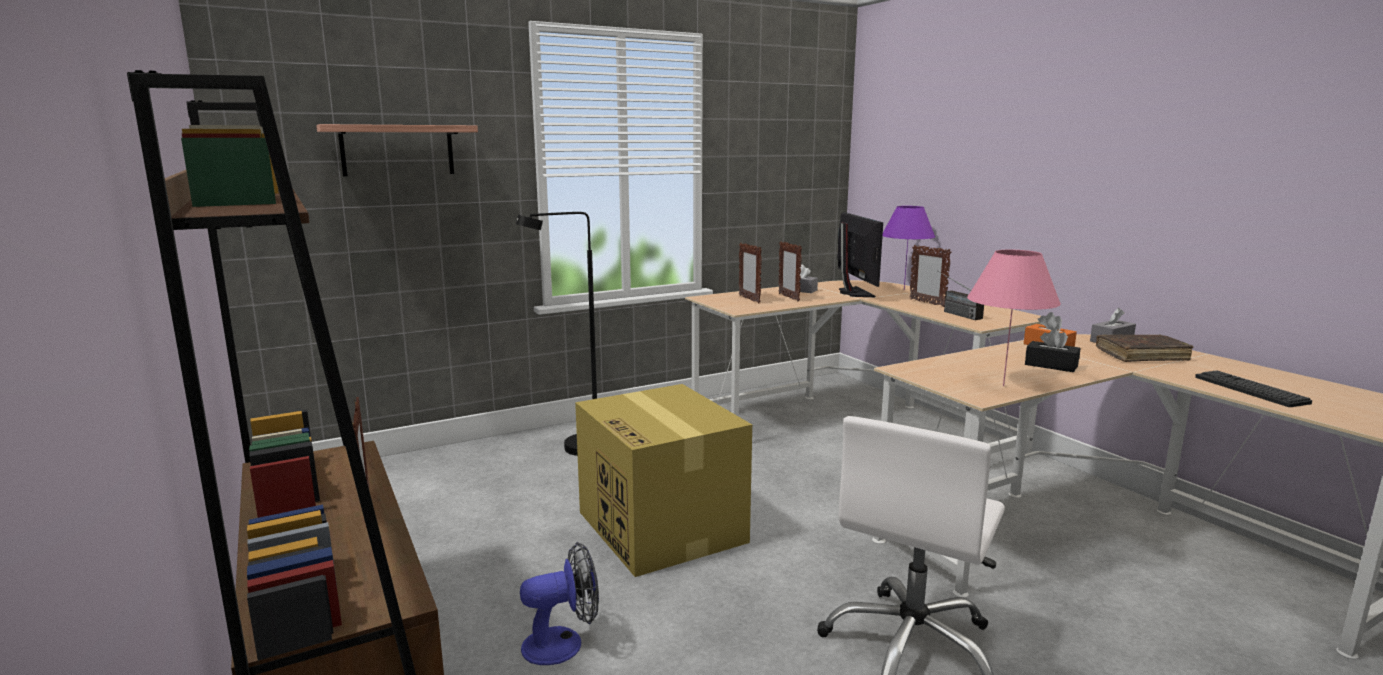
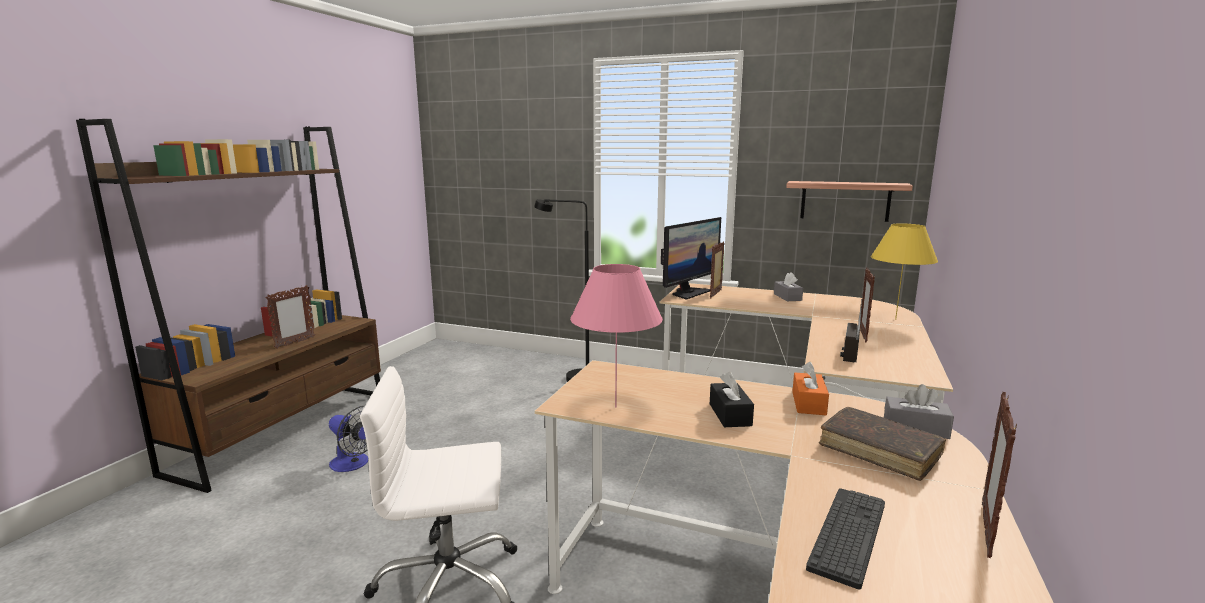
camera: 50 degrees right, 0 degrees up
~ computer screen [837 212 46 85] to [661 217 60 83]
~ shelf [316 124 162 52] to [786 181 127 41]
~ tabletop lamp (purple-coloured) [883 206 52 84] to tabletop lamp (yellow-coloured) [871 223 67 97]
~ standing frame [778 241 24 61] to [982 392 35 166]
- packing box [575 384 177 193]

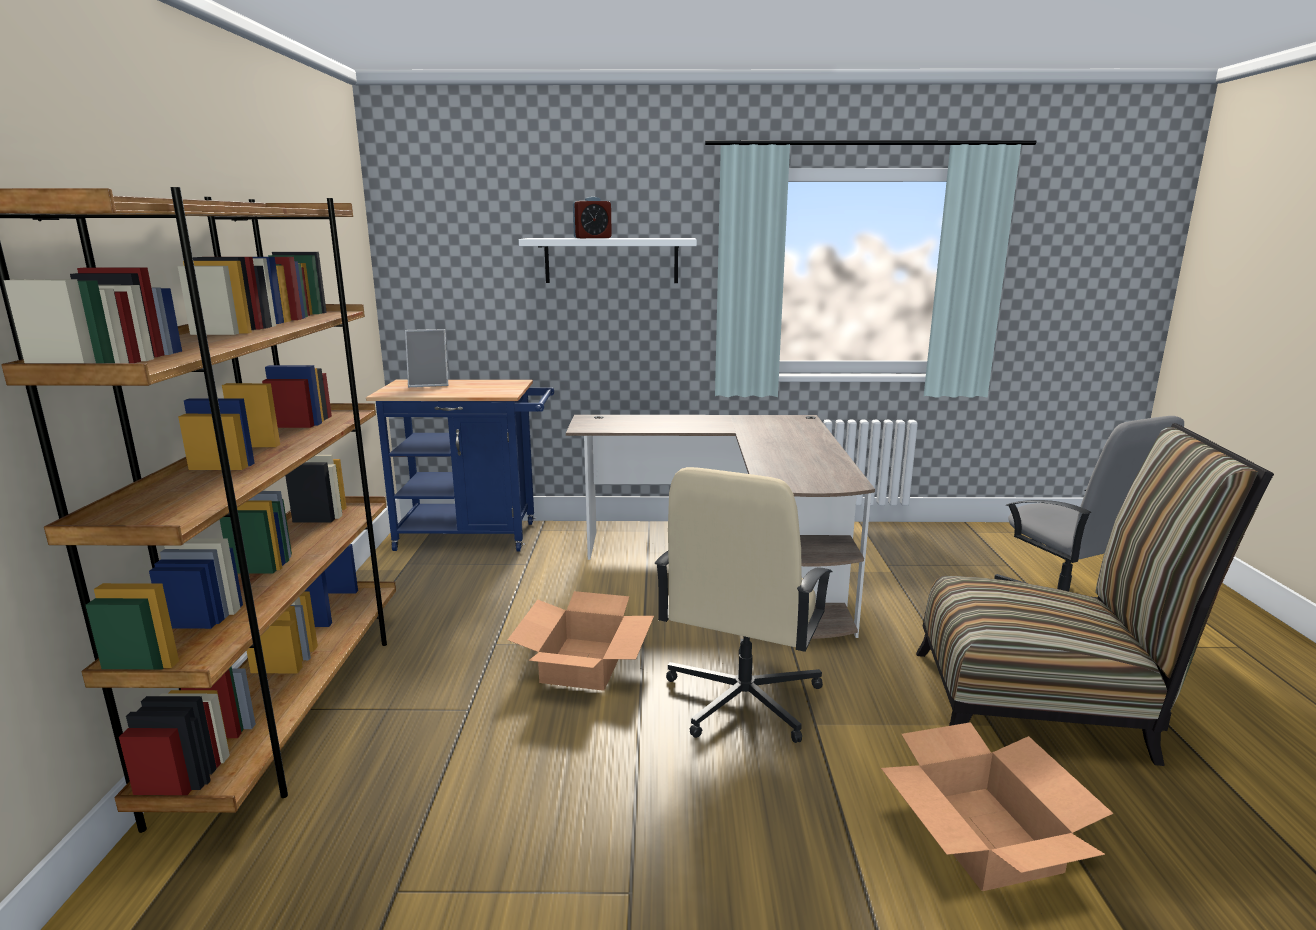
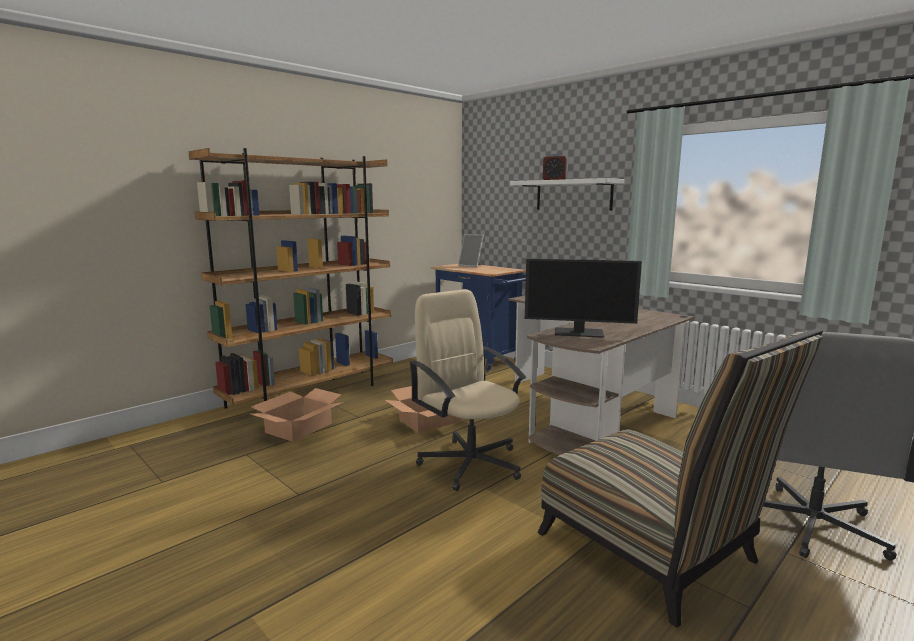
camera: 45 degrees right, 5 degrees down
~ packing box [881 722 232 169] to [251 388 93 54]
~ computer chair (beige) [655 467 178 276] = [409 289 117 202] 75 degrees clockwise
+ computer screen [525 258 117 80]

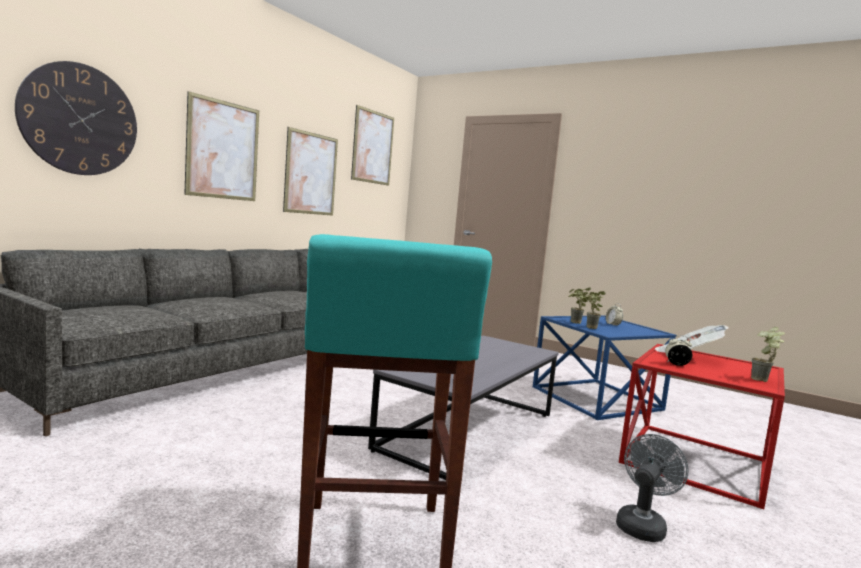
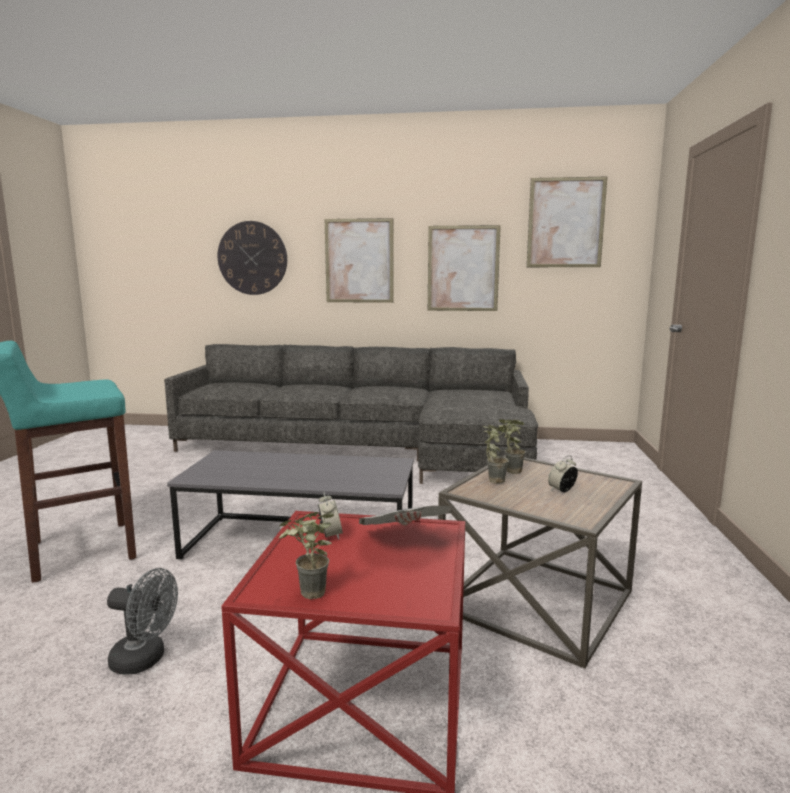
camera: 65 degrees right, 5 degrees up
~ accent table (blue-coloured) [533 315 144 105] to accent table (brown) [438 455 204 213]

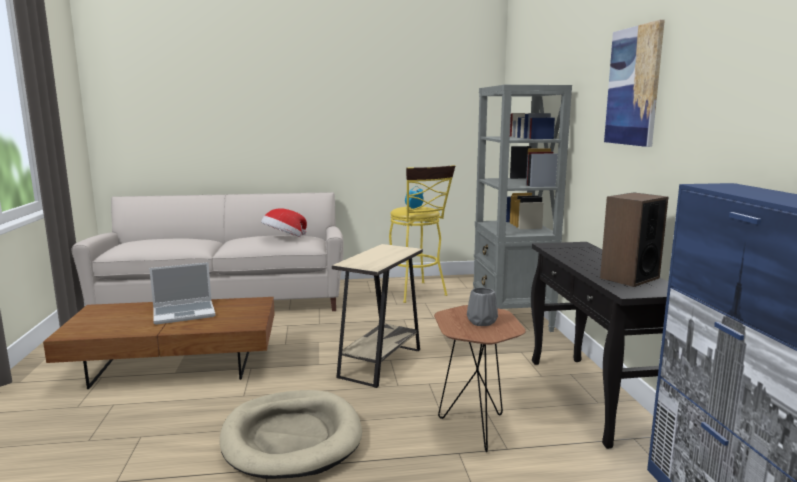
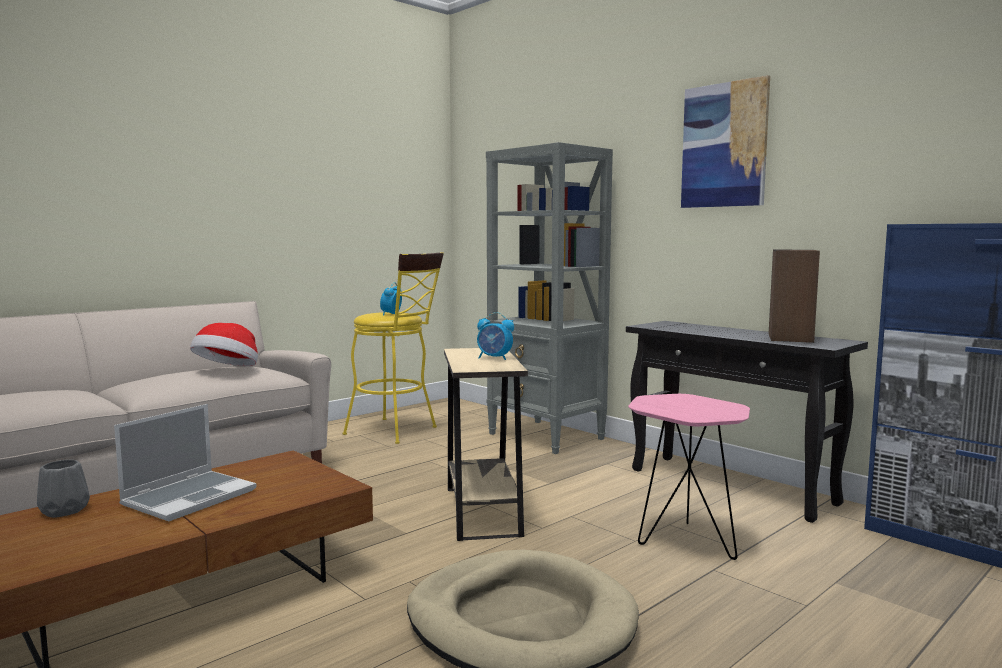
camera: 35 degrees left, 5 degrees down
~ flower vase (grey) [467 287 31 39] to [37 459 53 59]
+ table clock [477 312 37 48]
~ accent table (brown) [434 305 92 147] to accent table (pink-coloured) [628 394 122 166]

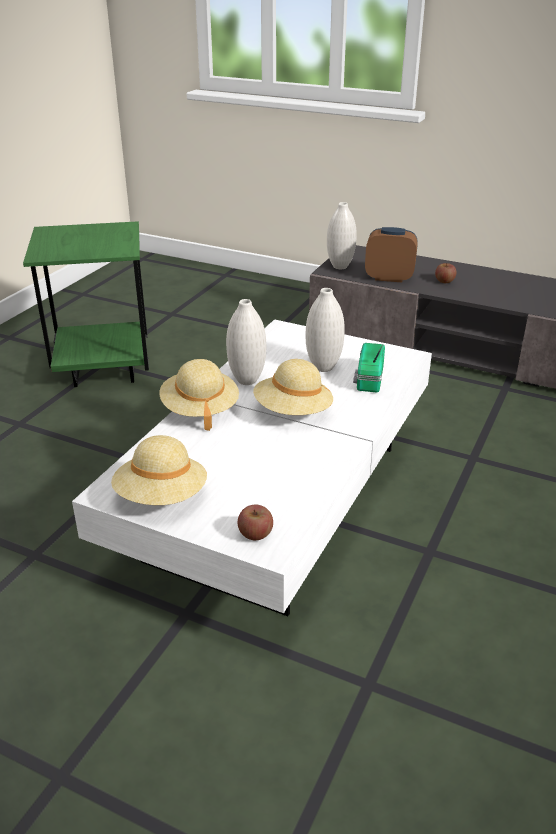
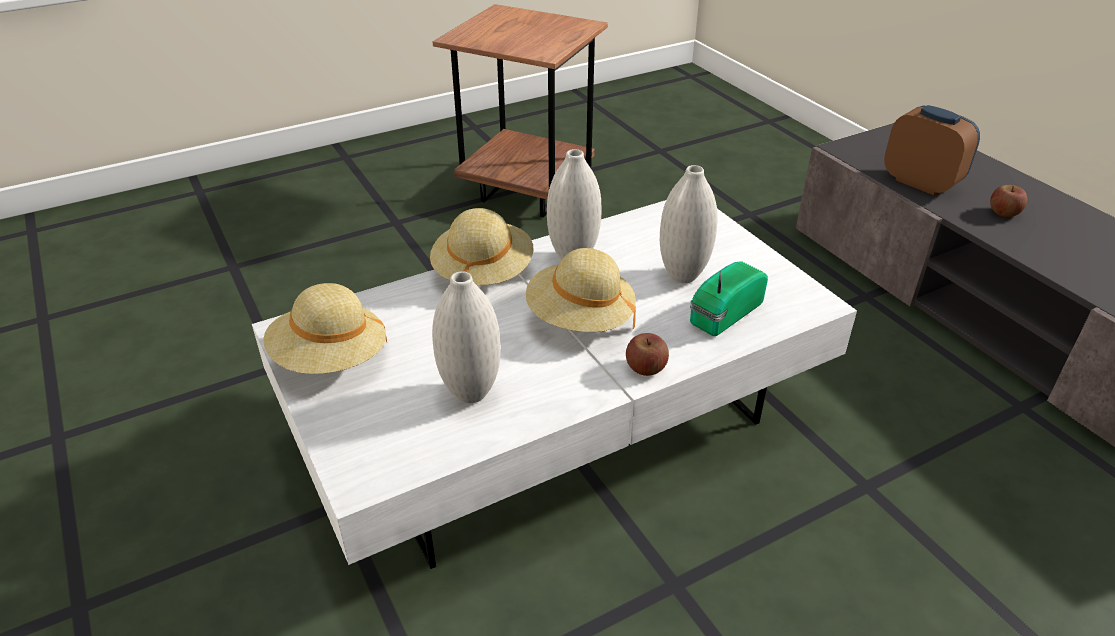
camera: 35 degrees right, 5 degrees up
~ flower vase (whitish) [327 202 30 67] to [432 271 69 132]
~ accent table (green) [23 221 126 166] to accent table (brown) [433 4 175 214]
~ apple fruit [238 505 35 35] to [626 333 43 43]

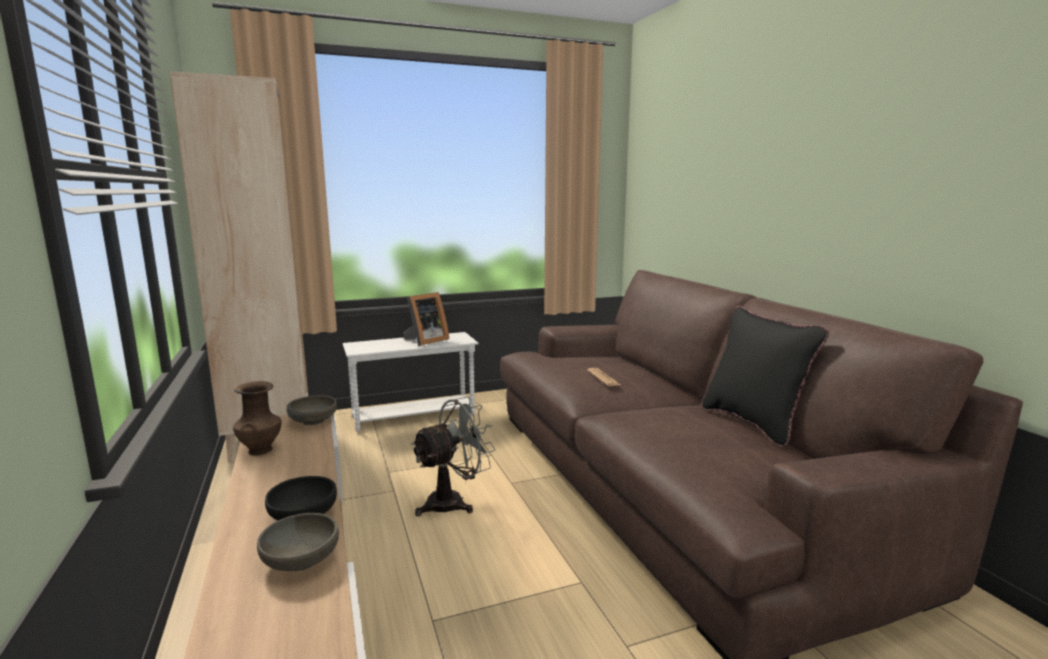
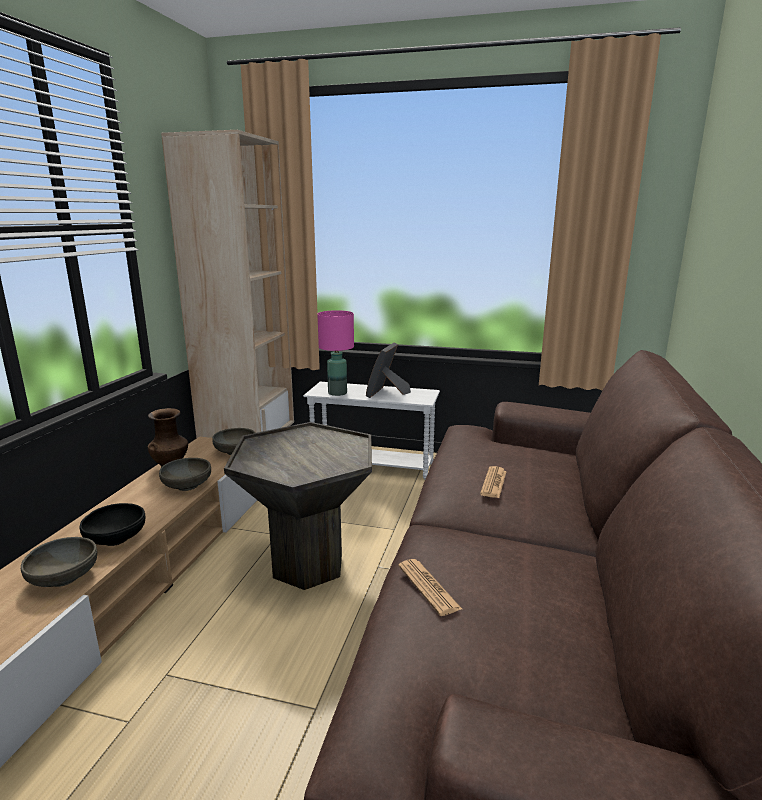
camera: 35 degrees right, 5 degrees up
+ deep dish (grey) [159 458 52 33]
~ fan (grey) [411 396 85 120] to accent table (grey) [224 422 148 168]
+ tabletop lamp (pink-coloured) [317 310 37 86]
~ standing frame [403 292 46 54] = [366 343 45 55] 120 degrees clockwise
+ newspaper [398 559 64 57]
- pillow (black-coloured) [701 306 128 141]

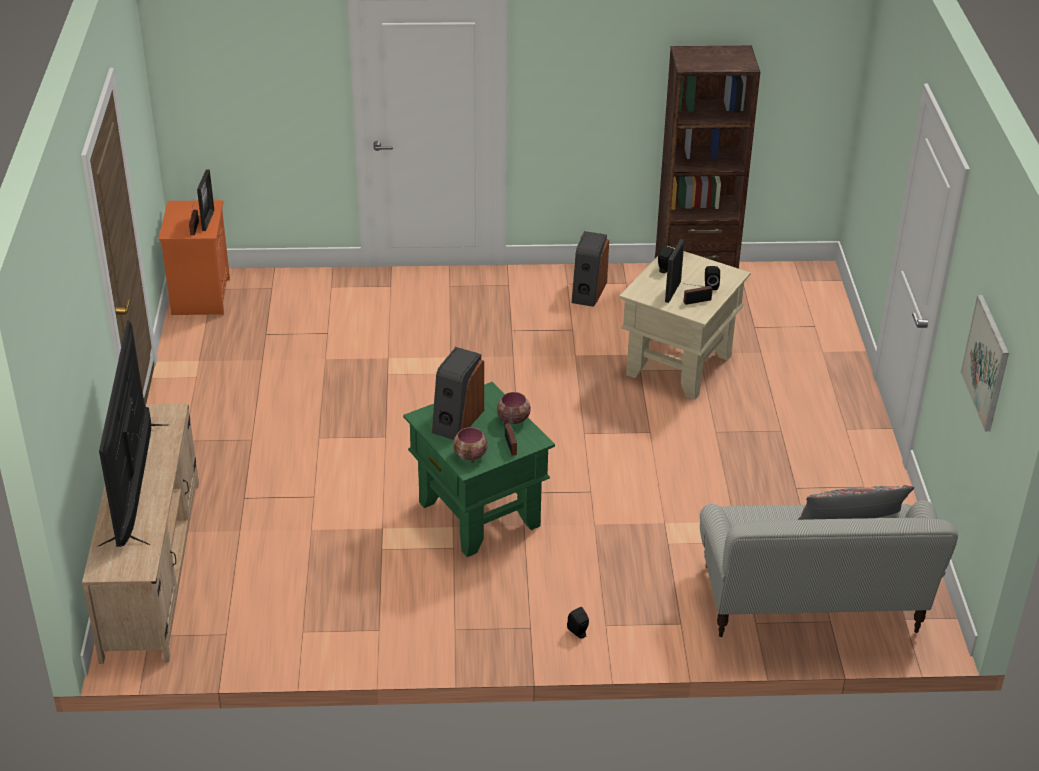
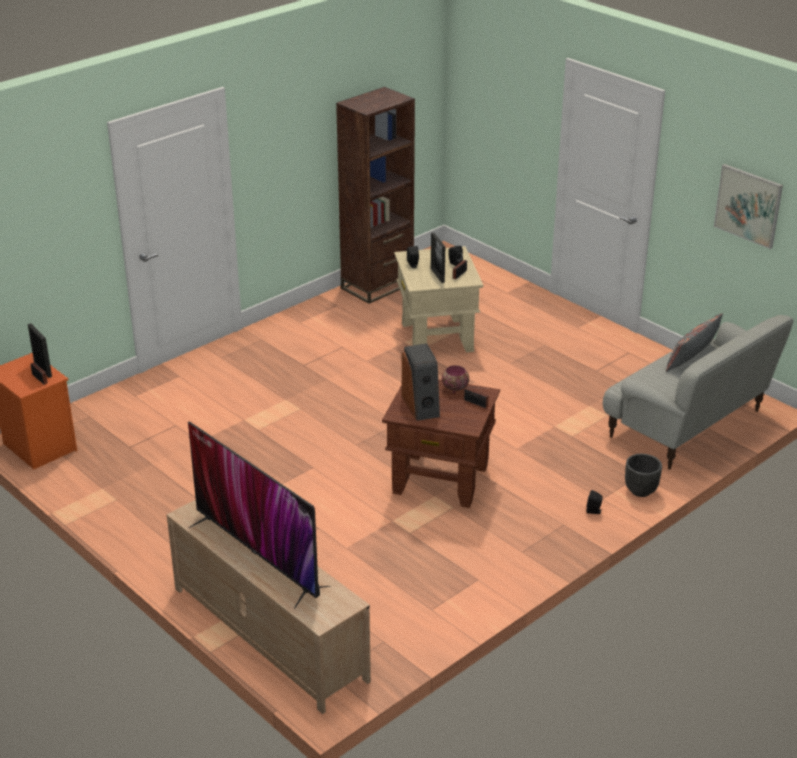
camera: 40 degrees left, 5 degrees down
~ accent table (green) [403 382 152 175] to accent table (brown) [382 379 118 129]
+ flower pot (black-coloured) [625 454 37 43]
- deep dish [453 427 35 36]
- loudspeaker [571 231 38 76]

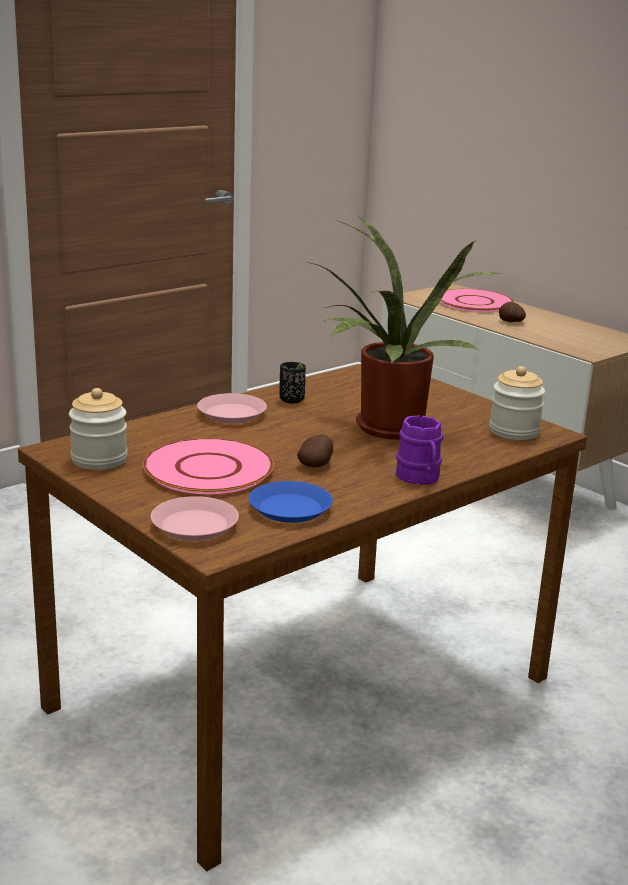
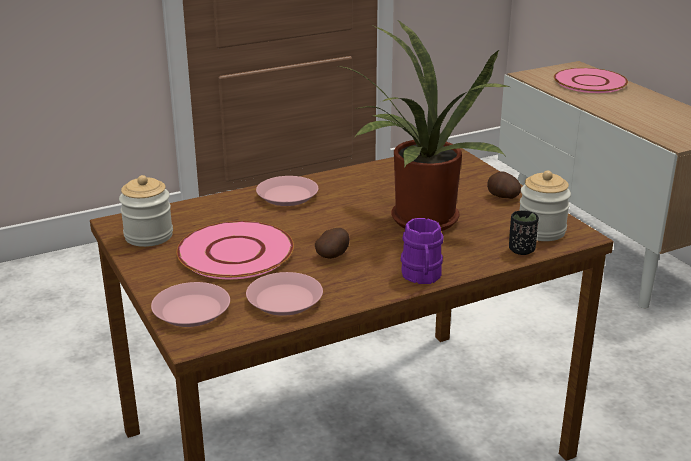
camera: 15 degrees right, 5 degrees up
~ flat dish (blue-coloured) [249 481 84 42] to flat dish (pink-coloured) [246 272 77 44]
~ potato [499 302 27 20] to [487 171 34 28]
~ small cup (black-coloured) [280 362 26 42] to [509 210 30 45]

